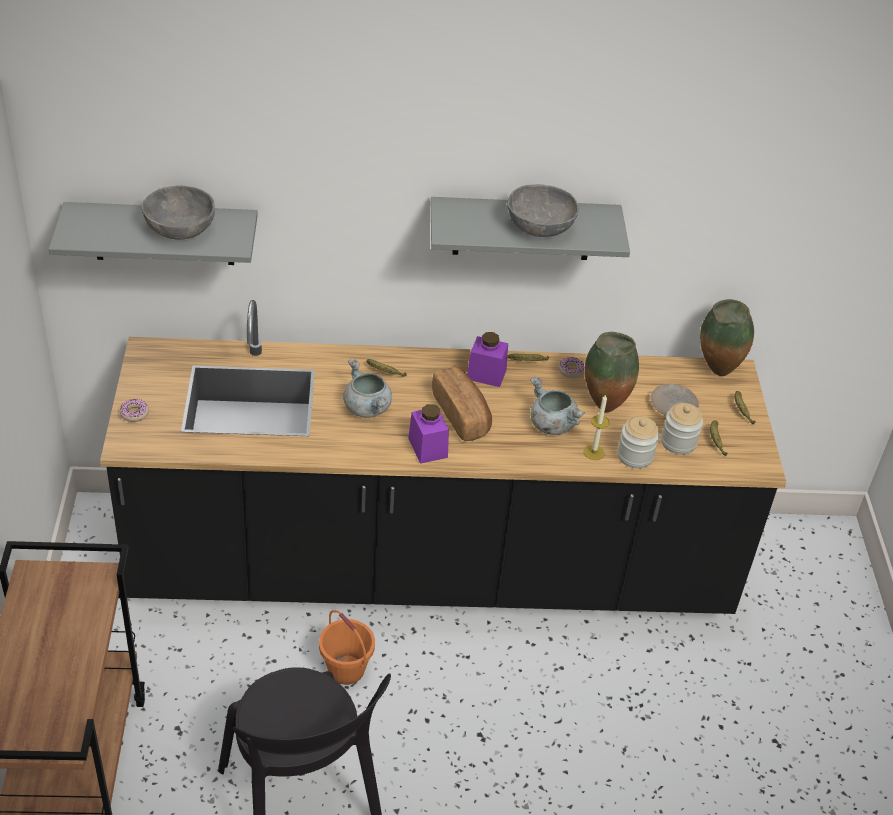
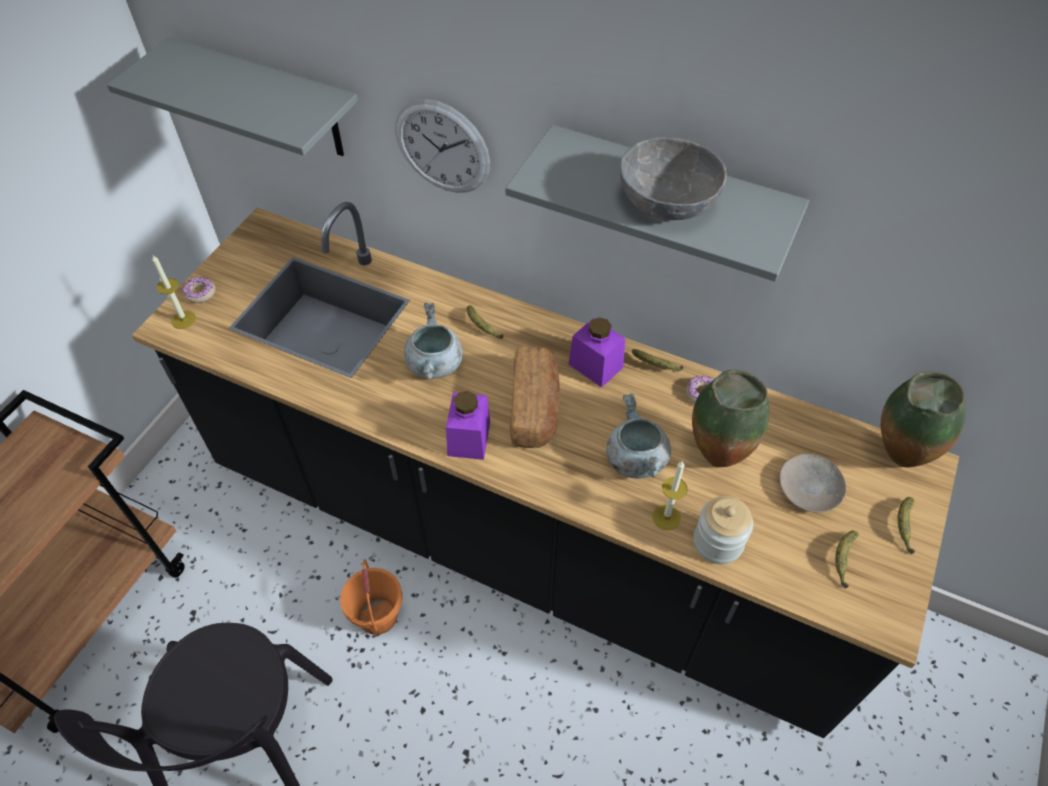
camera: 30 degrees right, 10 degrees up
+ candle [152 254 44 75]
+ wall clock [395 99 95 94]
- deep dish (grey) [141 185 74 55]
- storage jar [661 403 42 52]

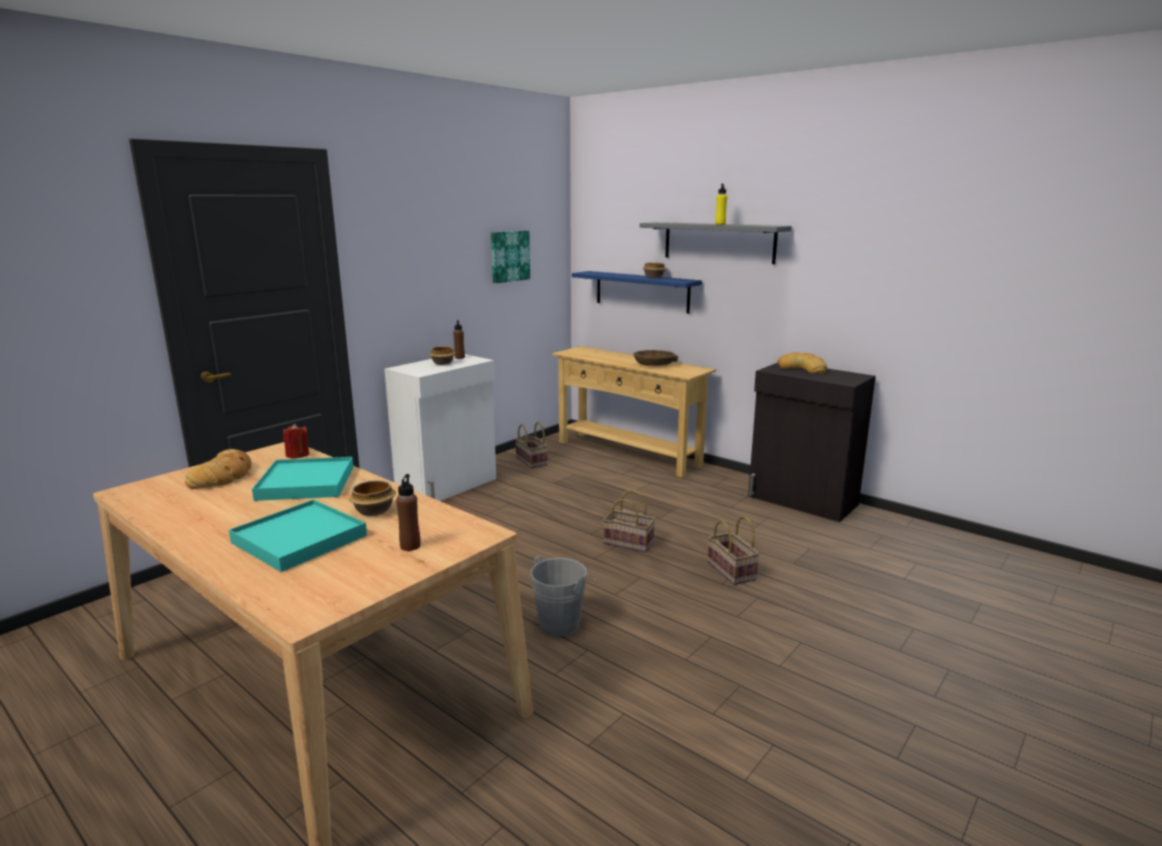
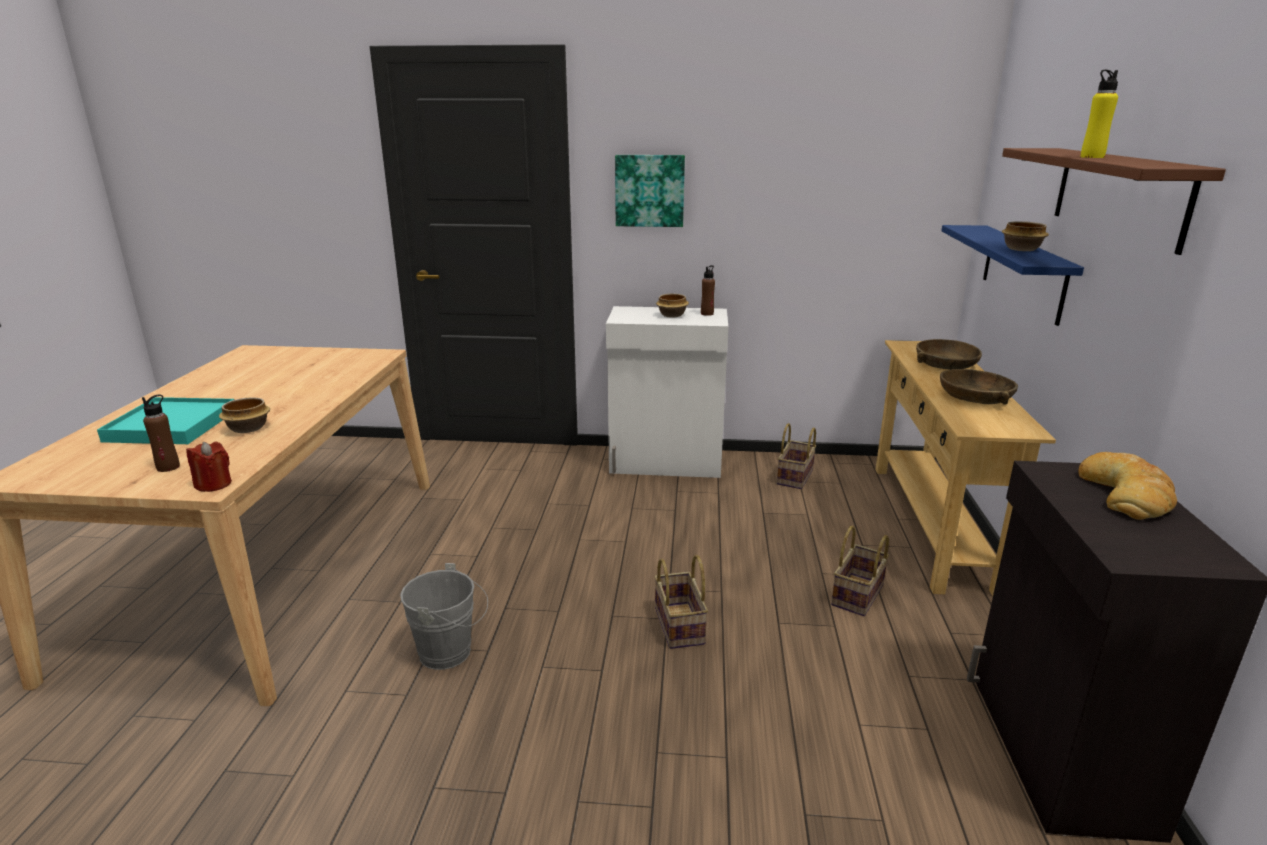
camera: 55 degrees right, 5 degrees up
~ candle (red) [283 424 26 35] to [186 442 46 50]
~ wall art [491 230 39 53] to [615 155 70 72]
~ household basket [708 516 52 69] to [831 525 58 91]
+ deep dish (brown) [916 339 66 31]
~ shelf (grey) [639 222 153 42] to shelf (brown) [1002 148 224 107]
- baked bread [185 449 67 40]
- tray (blue-green) [252 457 102 44]

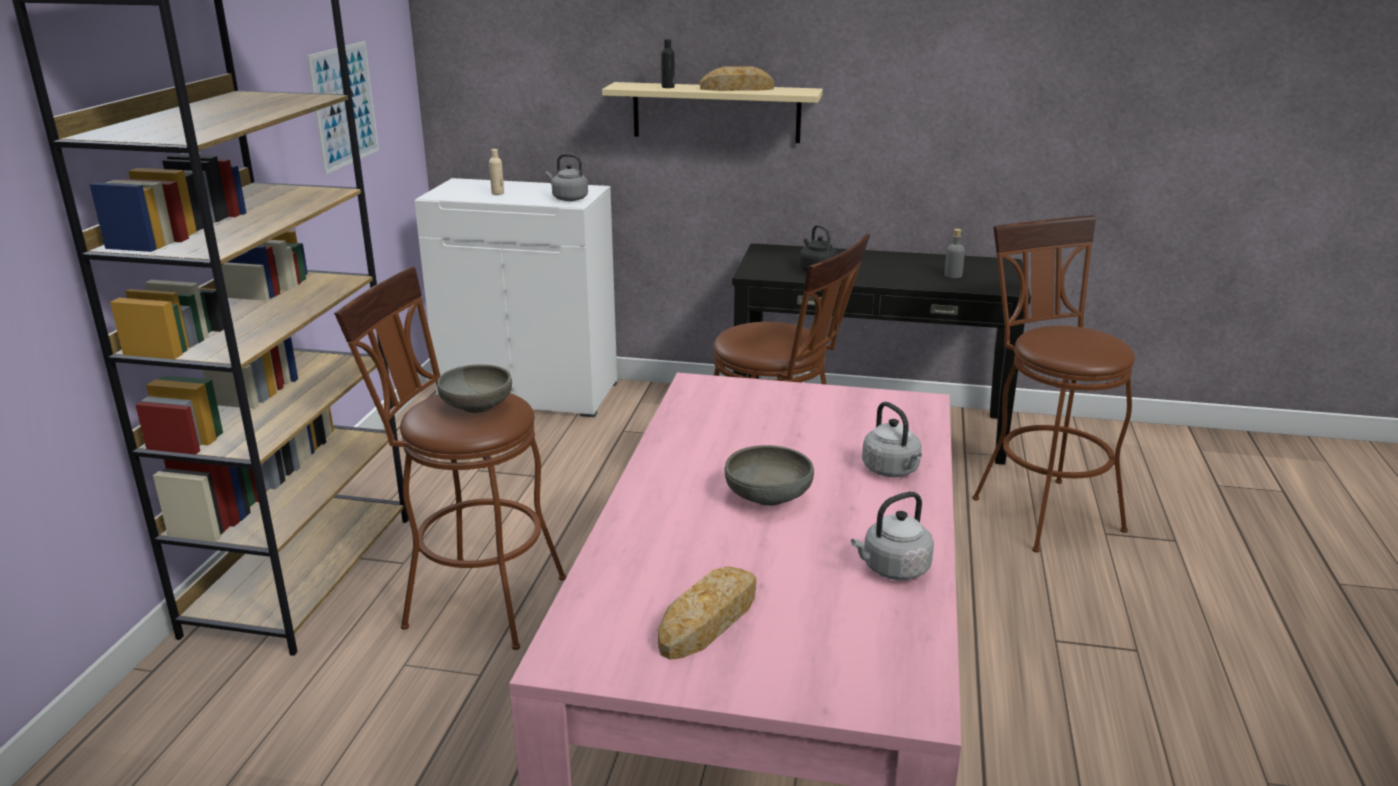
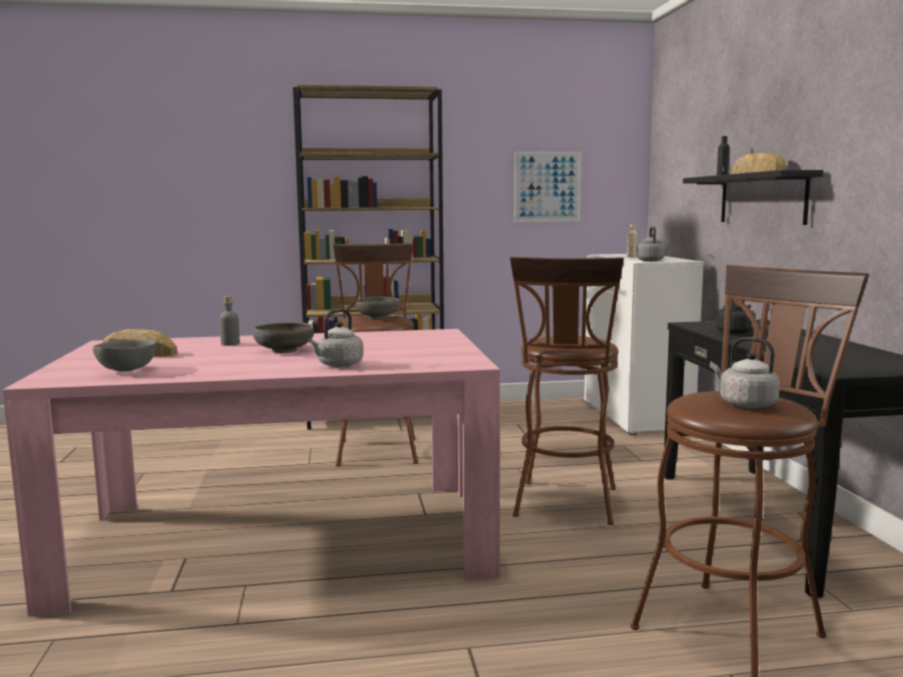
camera: 70 degrees right, 15 degrees down
+ deep dish (grey) [92 340 64 31]
~ bottle (grey) [944 229 21 49] to [219 296 21 50]
~ shelf (beige) [602 82 221 61] to shelf (black-coloured) [683 170 140 55]
~ water kettle (grey) [851 492 83 88] to [710 337 70 71]

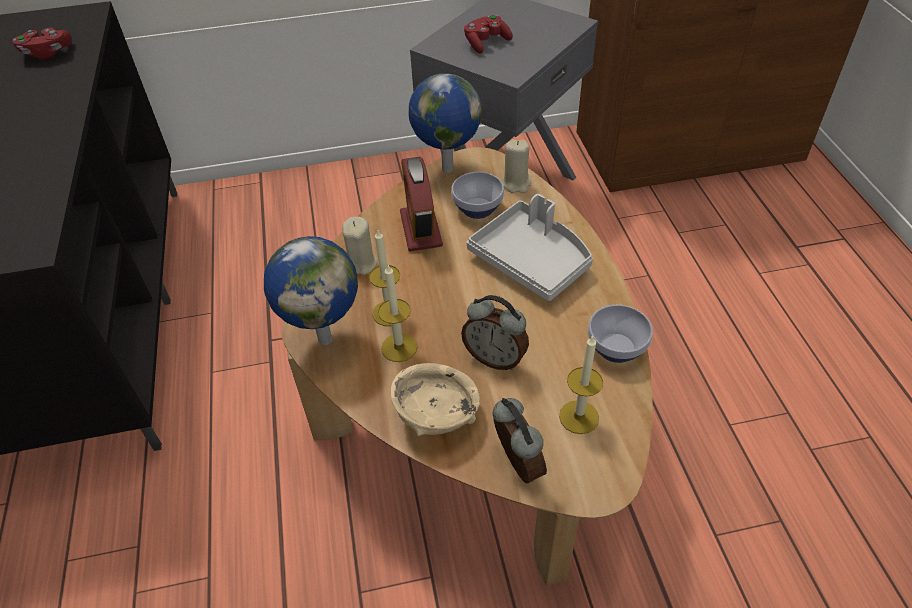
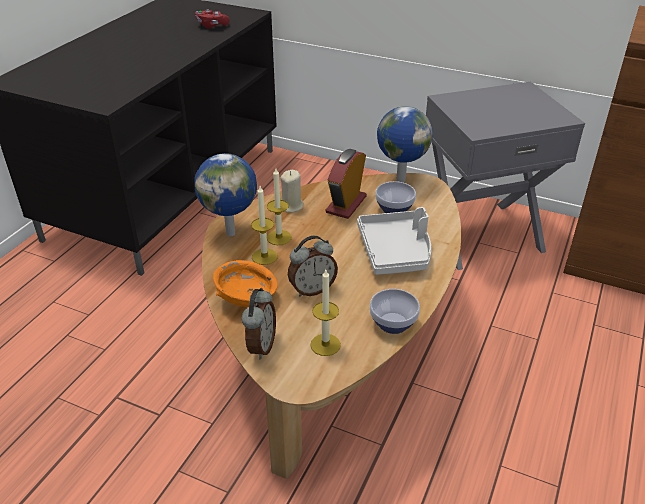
camera: 35 degrees right, 10 degrees down
~ deep dish (beige) [391 363 89 73] to deep dish (orange) [213 260 65 47]
~ table clock [461 295 68 75] = [288 236 50 60] 90 degrees counterclockwise
- joypad (red) [464 15 49 38]
- candle (beige) [502 139 29 54]

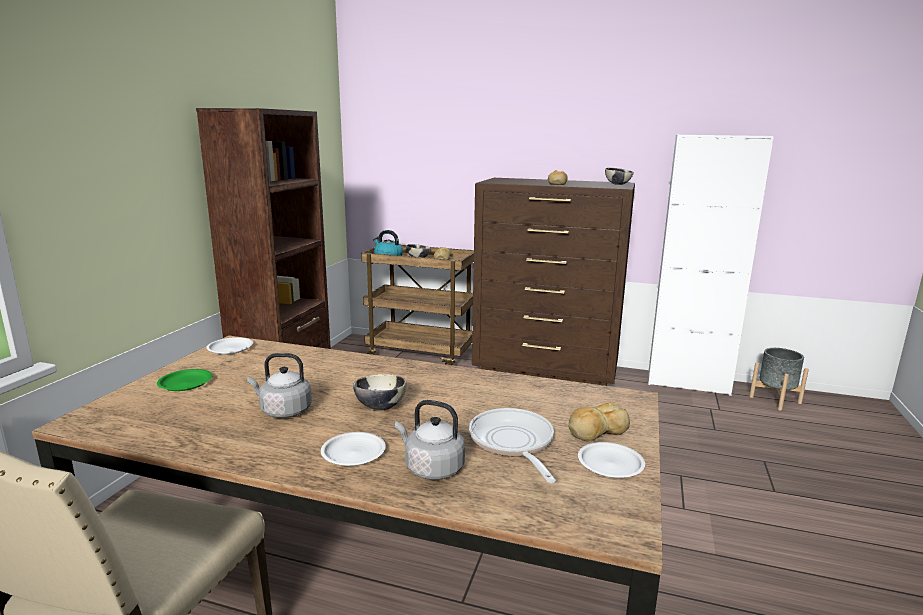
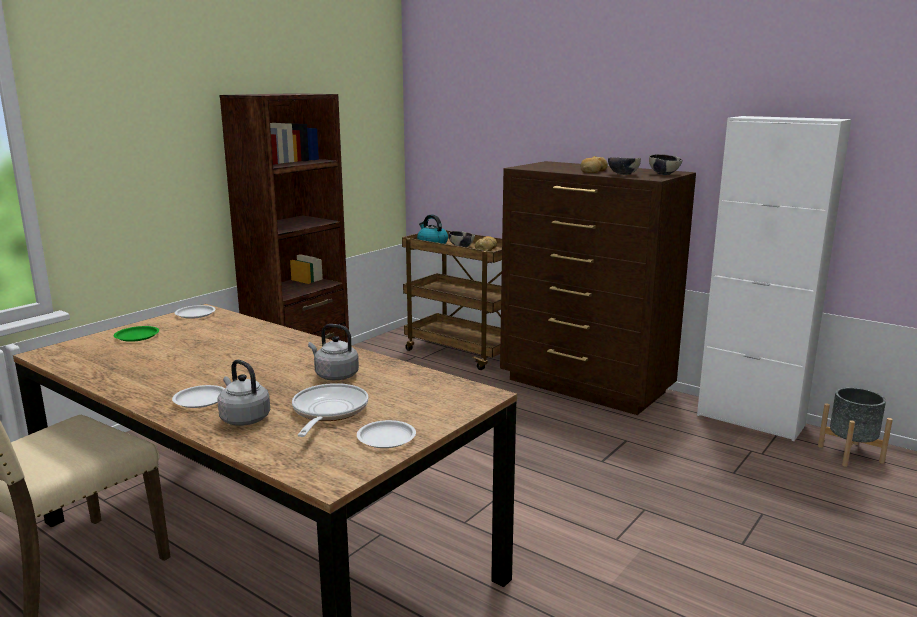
camera: 20 degrees right, 0 degrees up
~ water kettle (grey) [247 353 65 65] to [308 324 51 56]
~ deep dish [353 374 53 37] to [608 157 33 18]
- baked bread [568 402 62 39]

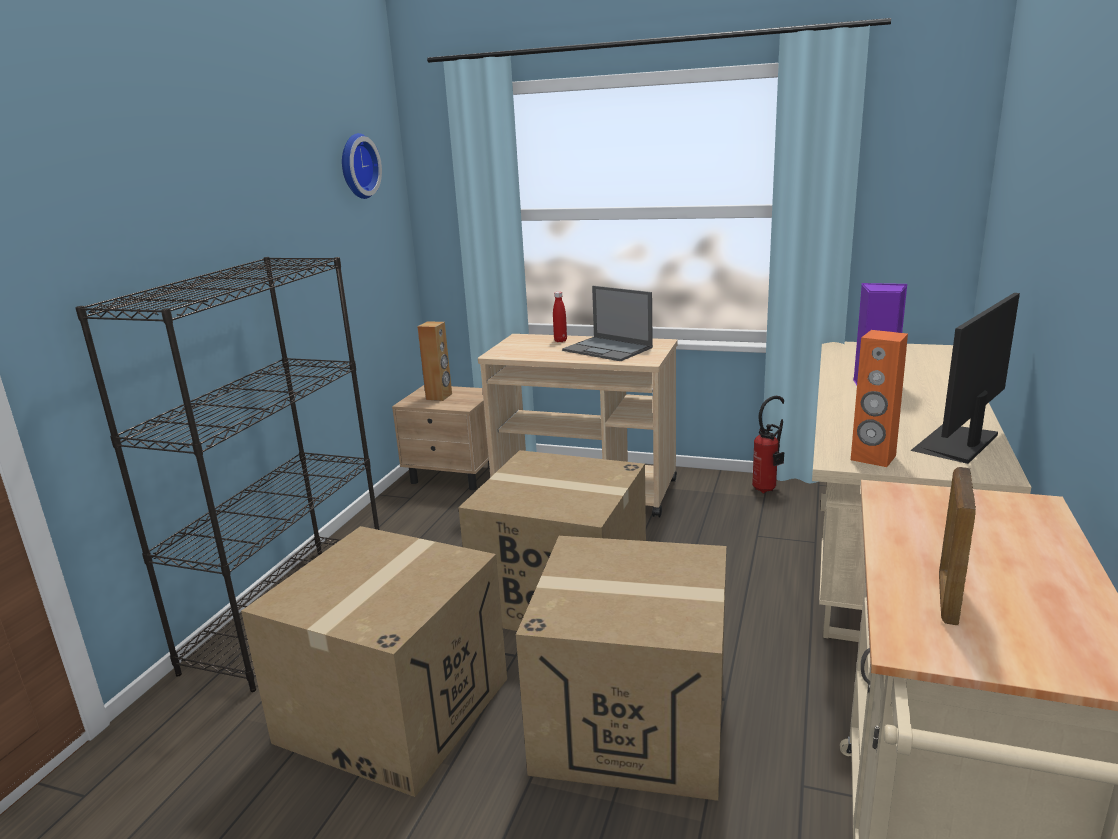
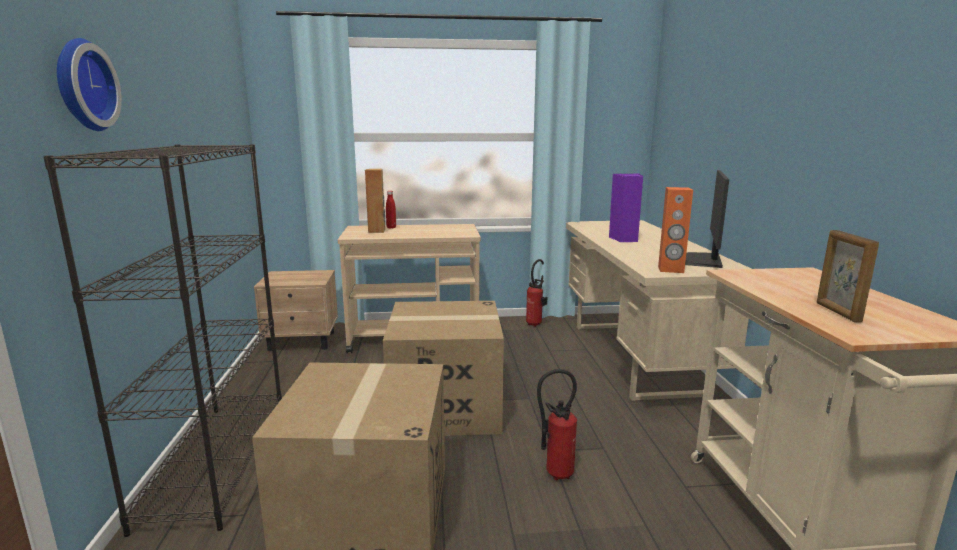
camera: 25 degrees left, 5 degrees down
~ wall clock [342 133 40 66] to [57 38 65 93]
~ loudspeaker (brown) [417 321 35 80] to [365 169 20 64]
~ packing box [516 536 210 265] to extinguisher [537 369 40 112]
- portable computer [562 286 91 75]

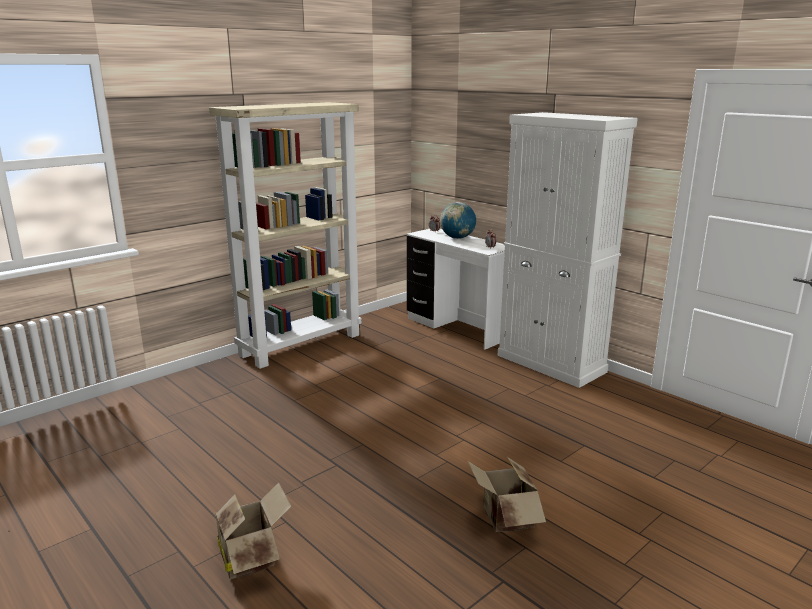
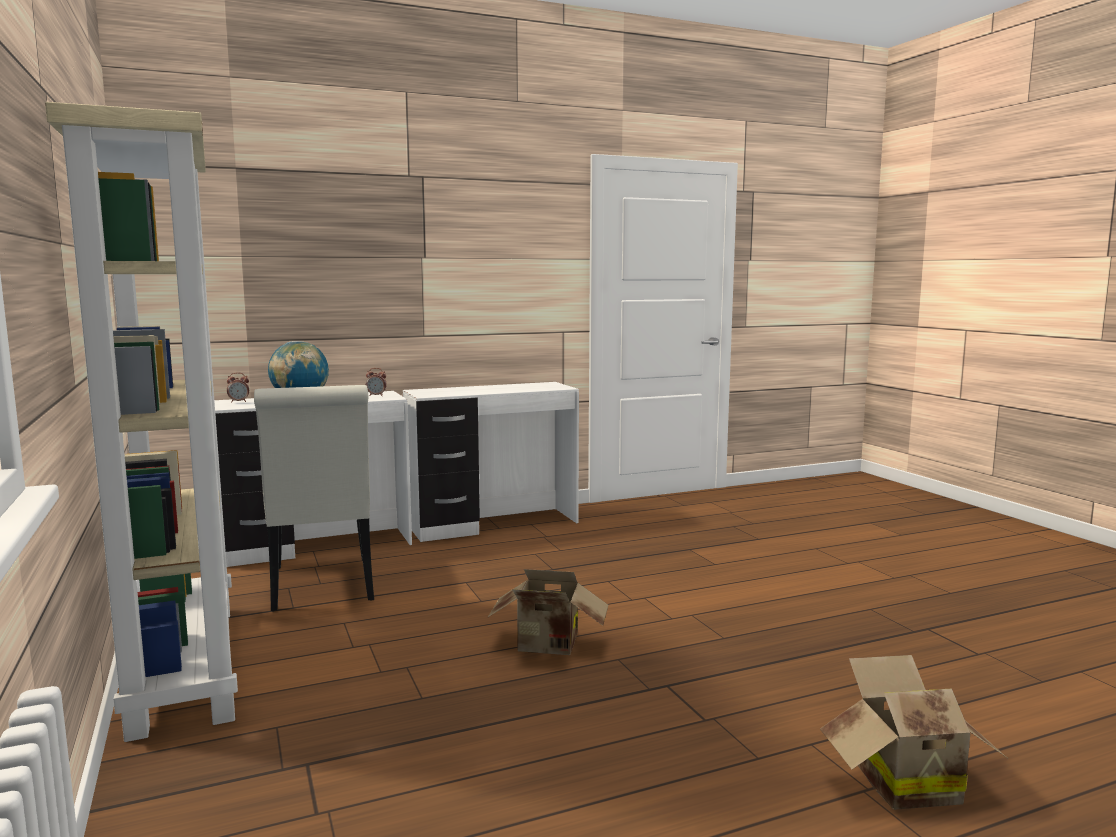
camera: 70 degrees left, 10 degrees down
+ chair (whitish) [254 385 120 226]
~ cabinet (whitish) [498 112 140 276] to desk (whitish) [403 382 176 160]
~ packing box [468 457 78 75] to [487 569 122 86]

